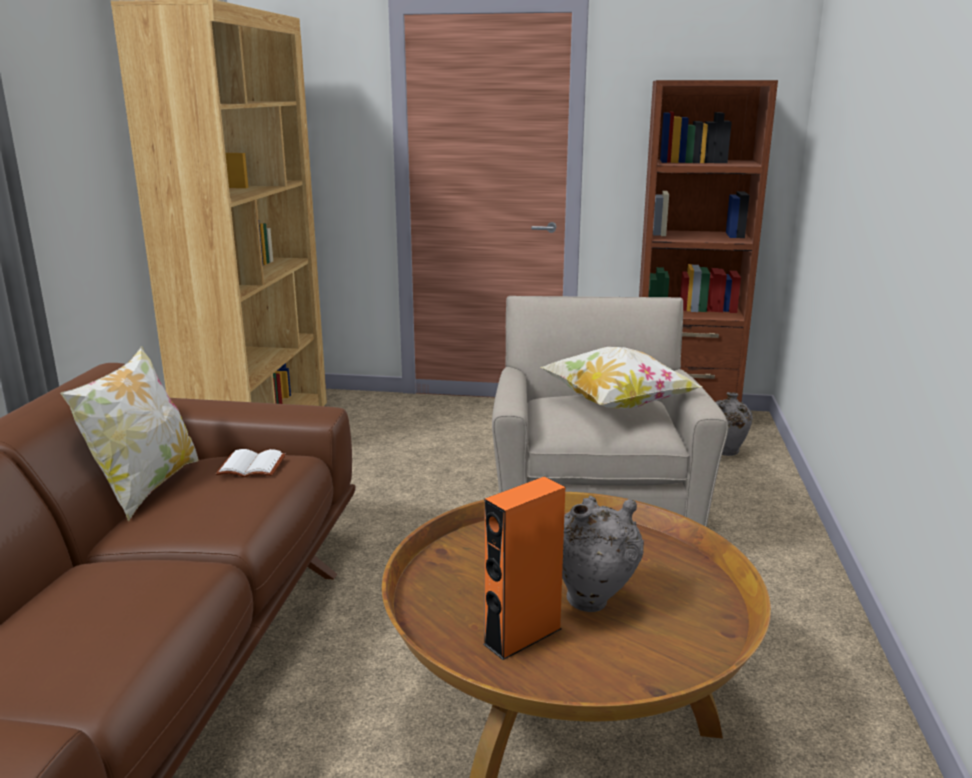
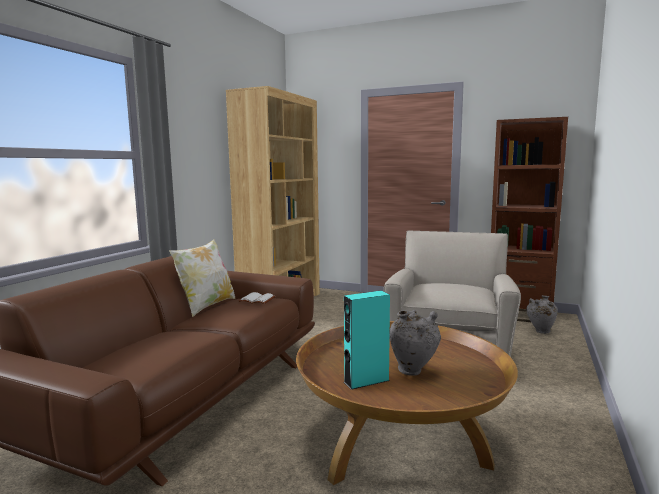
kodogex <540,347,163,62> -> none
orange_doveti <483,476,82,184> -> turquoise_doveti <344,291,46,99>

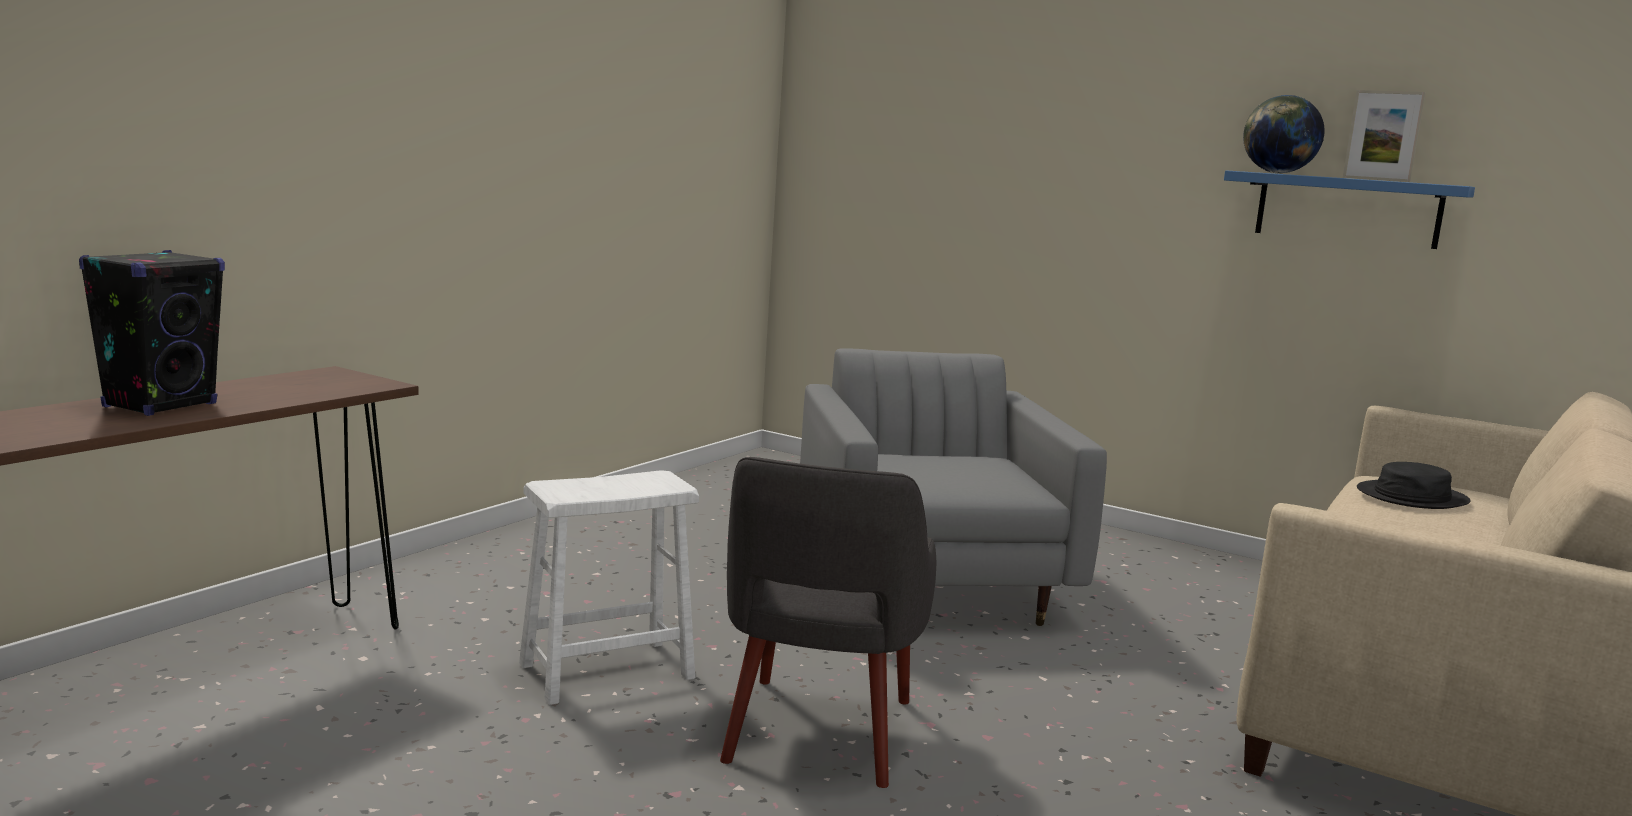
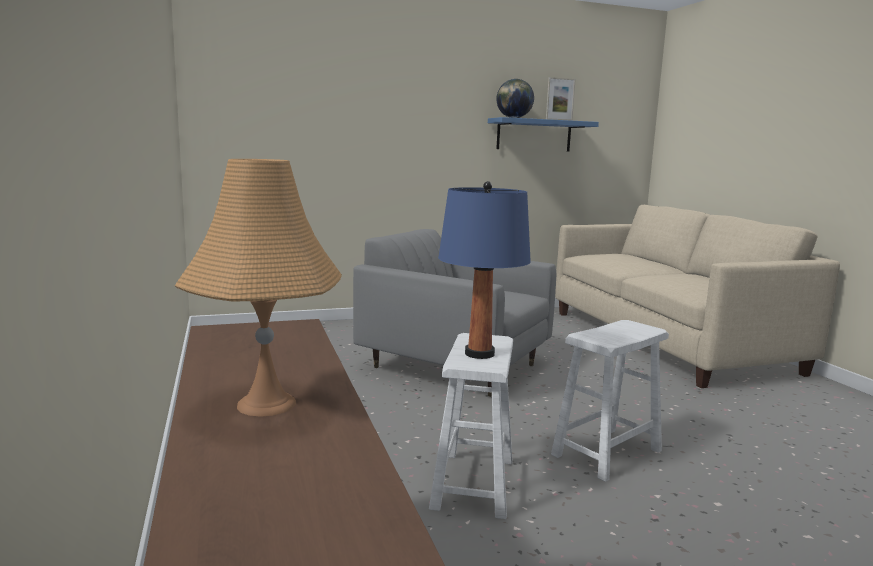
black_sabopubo <1357,462,114,47> -> none
none -> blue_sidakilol <438,181,93,178>
black_doveti <79,250,146,166> -> orange_sidakilol <175,159,167,258>
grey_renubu <720,457,216,331> -> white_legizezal <551,320,118,162>

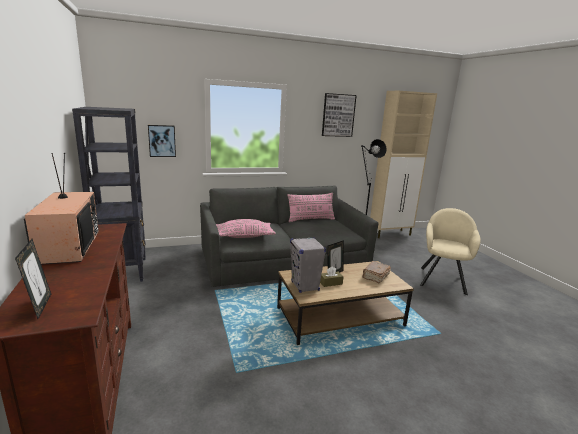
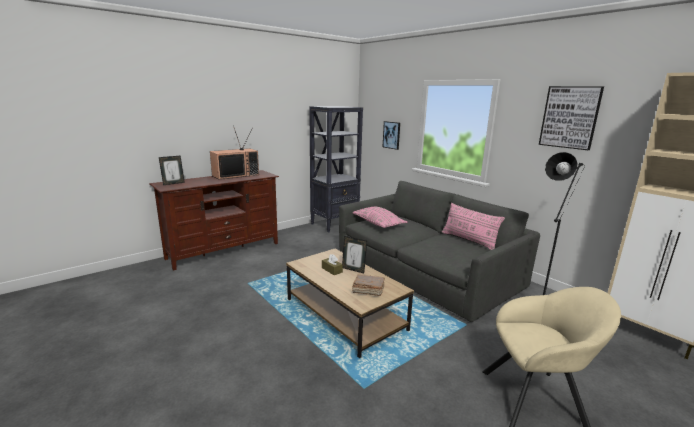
grey_doveti <290,237,36,56> -> none

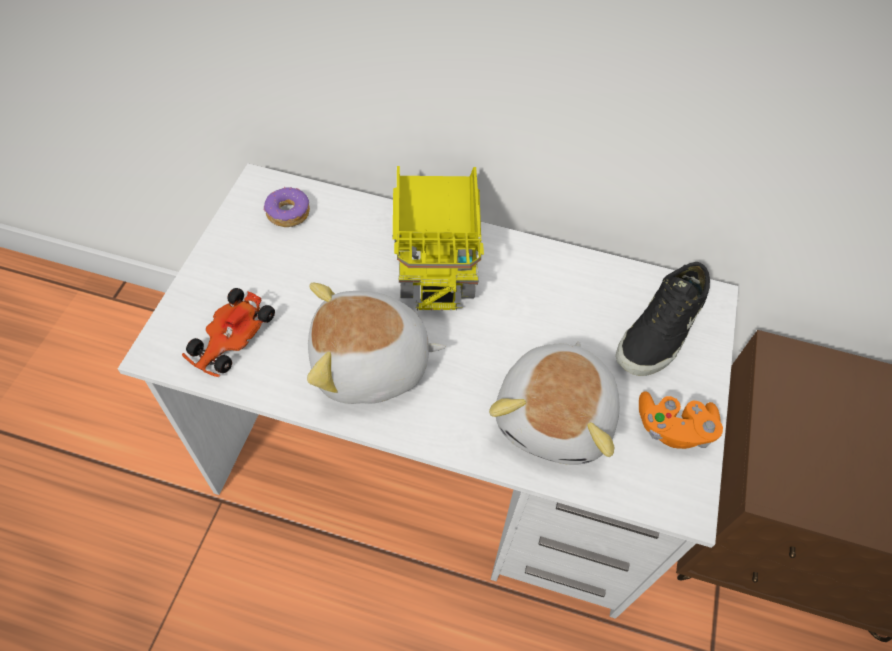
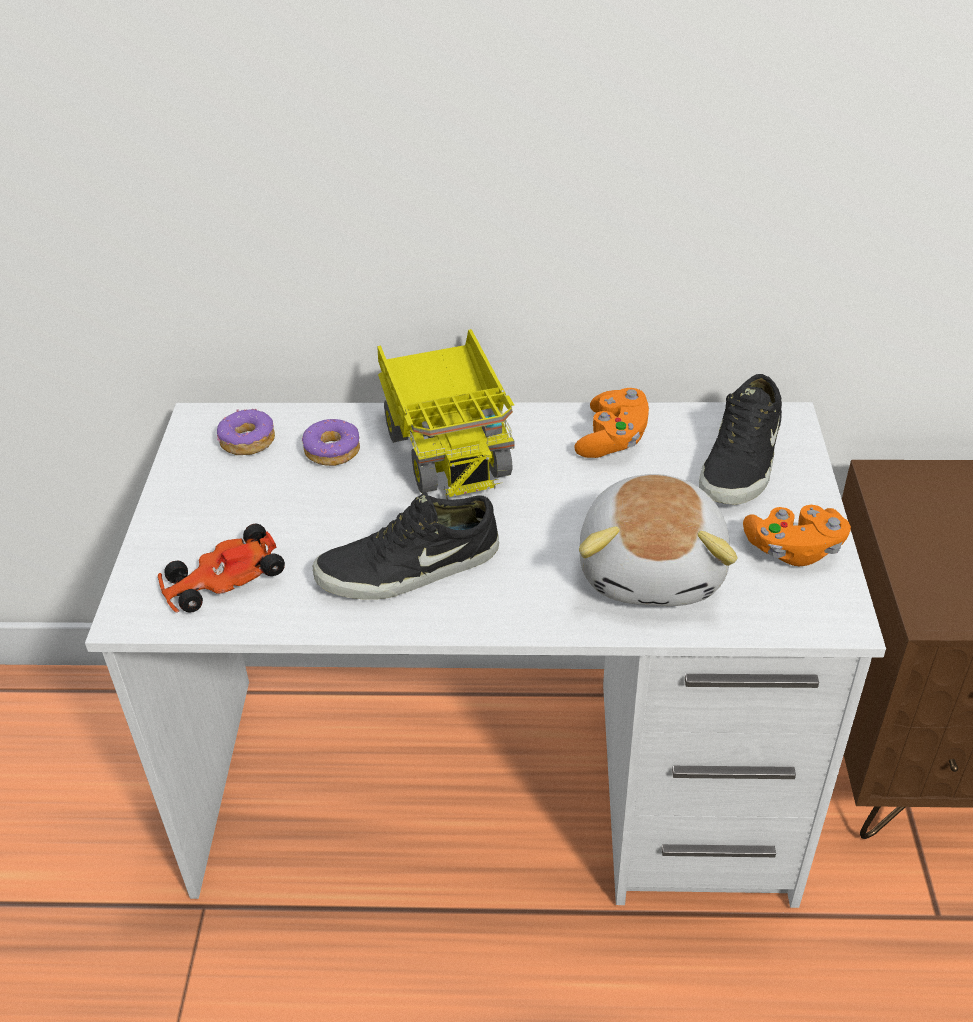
none -> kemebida <302,419,58,47>
none -> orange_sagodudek <574,388,75,70>
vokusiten <307,283,139,121> -> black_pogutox <313,492,186,107>
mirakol <182,288,93,89> -> mirakol <158,524,127,89>, 45 degrees clockwise

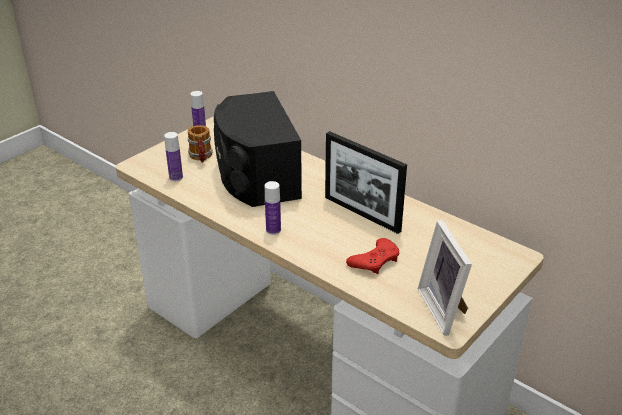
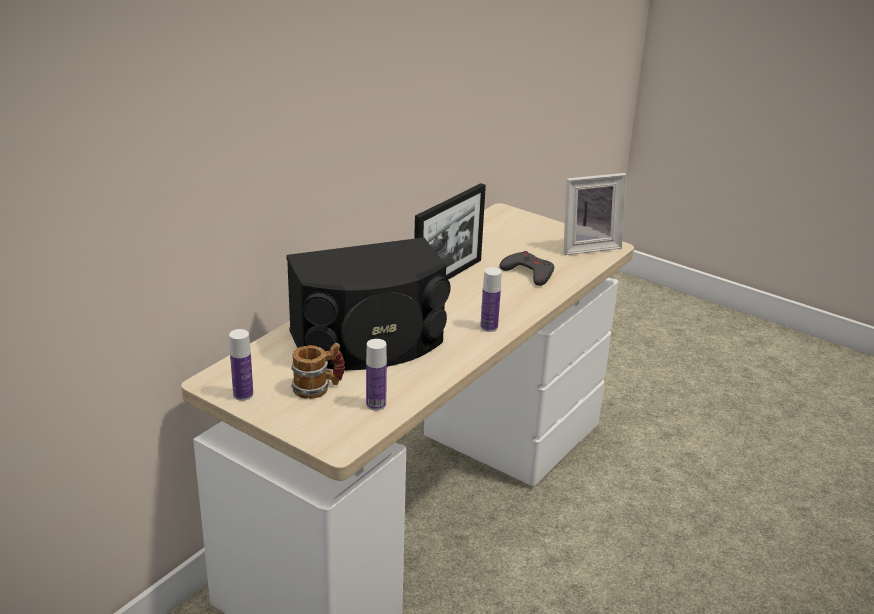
red_sagodudek <346,238,53,36> -> grey_sagodudek <499,251,55,35>

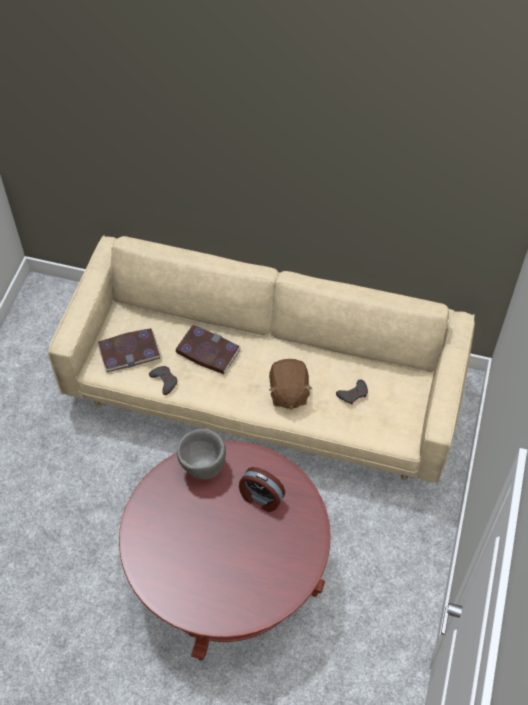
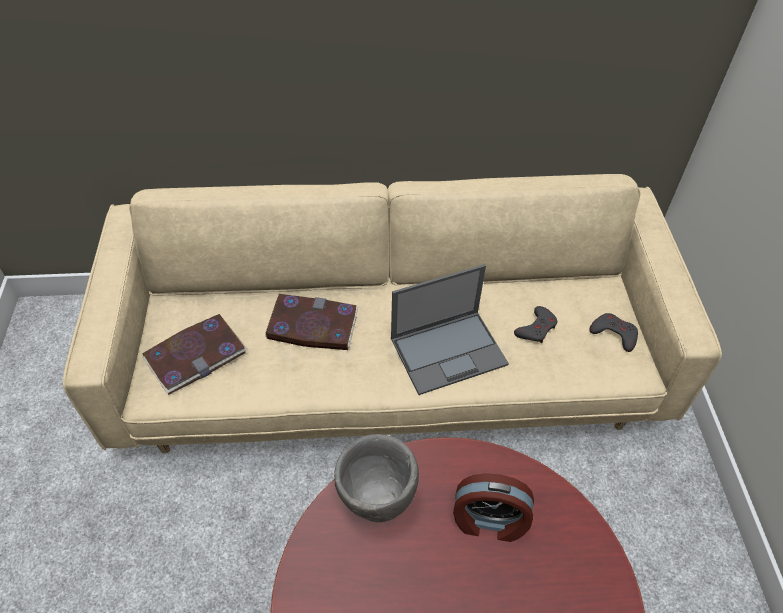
grey_sagodudek <149,366,29,29> -> grey_sagodudek <589,313,49,39>, moved
brown_vokusiten <269,359,43,51> -> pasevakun <391,264,118,131>

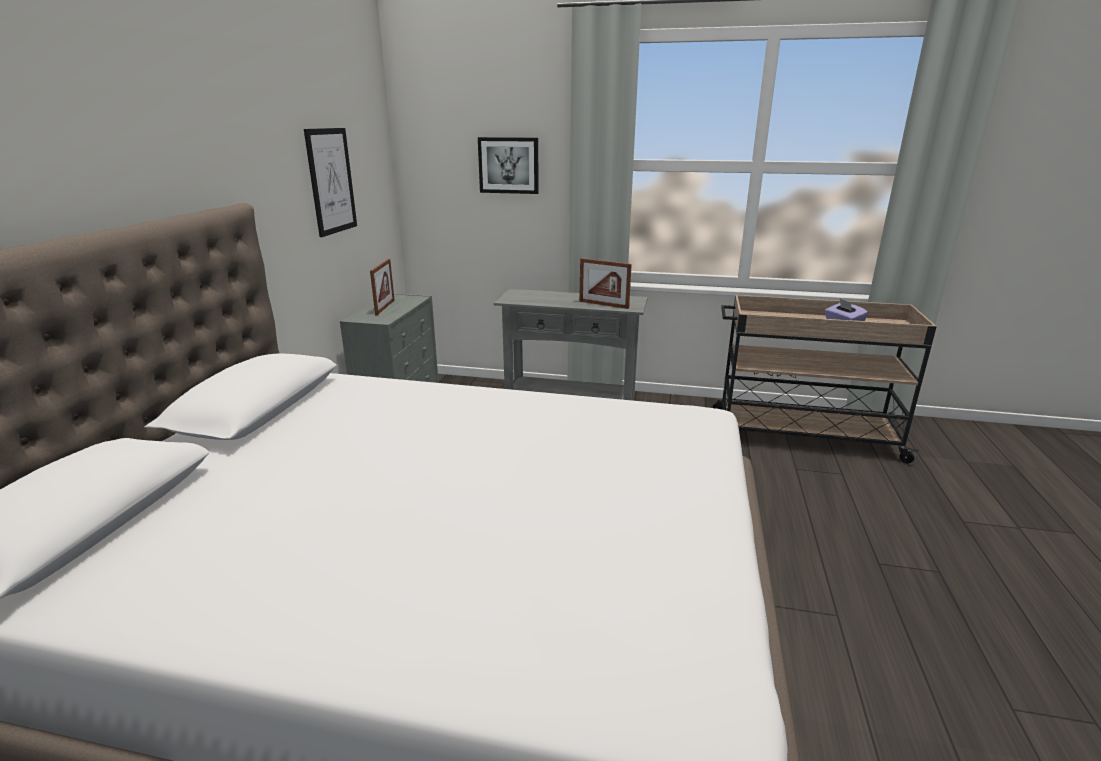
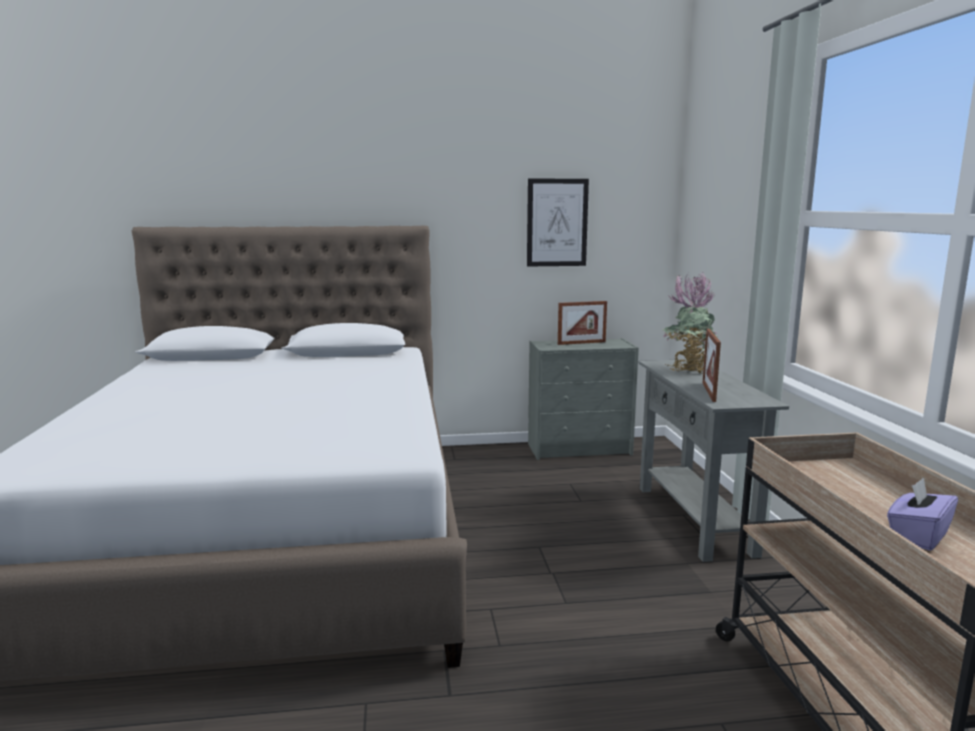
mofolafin <478,137,61,57> -> none
none -> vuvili <662,272,56,101>

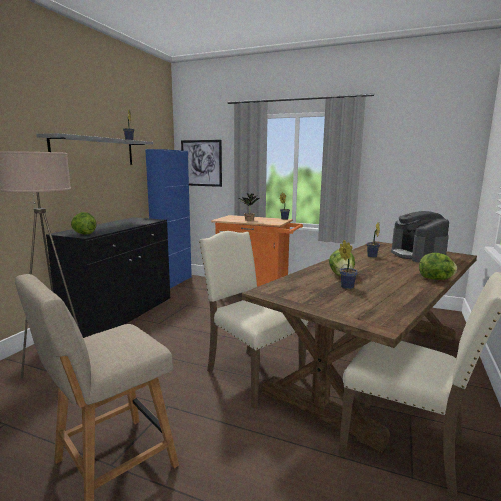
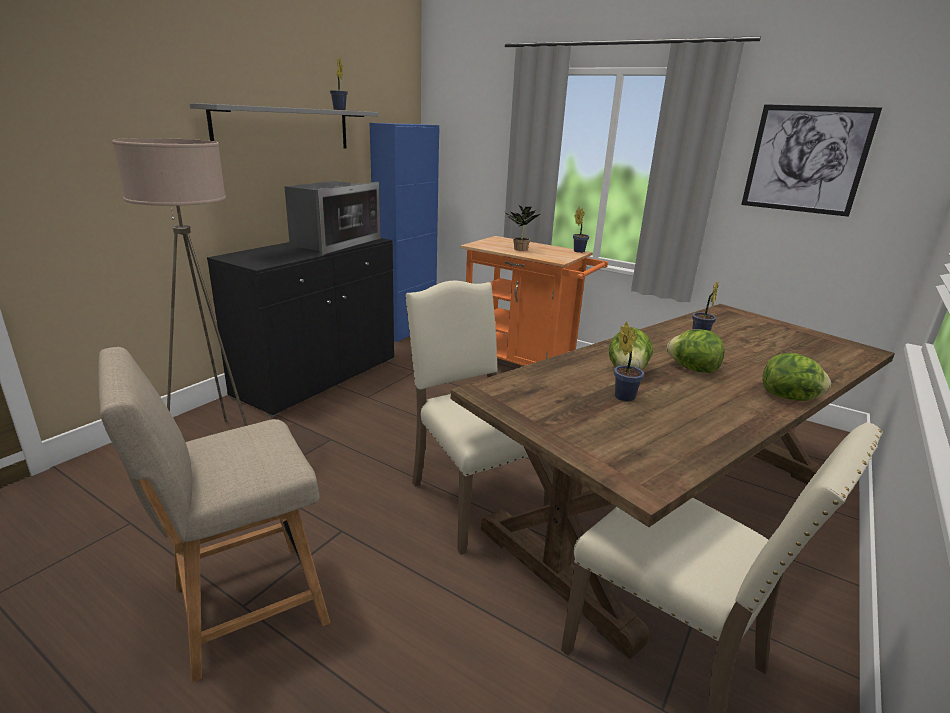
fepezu <391,211,58,52> -> none
none -> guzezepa <284,181,96,74>
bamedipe <71,212,26,22> -> bamedipe <667,329,58,44>, moved
mofolafin <181,140,41,47> -> mofolafin <741,104,141,113>, moved

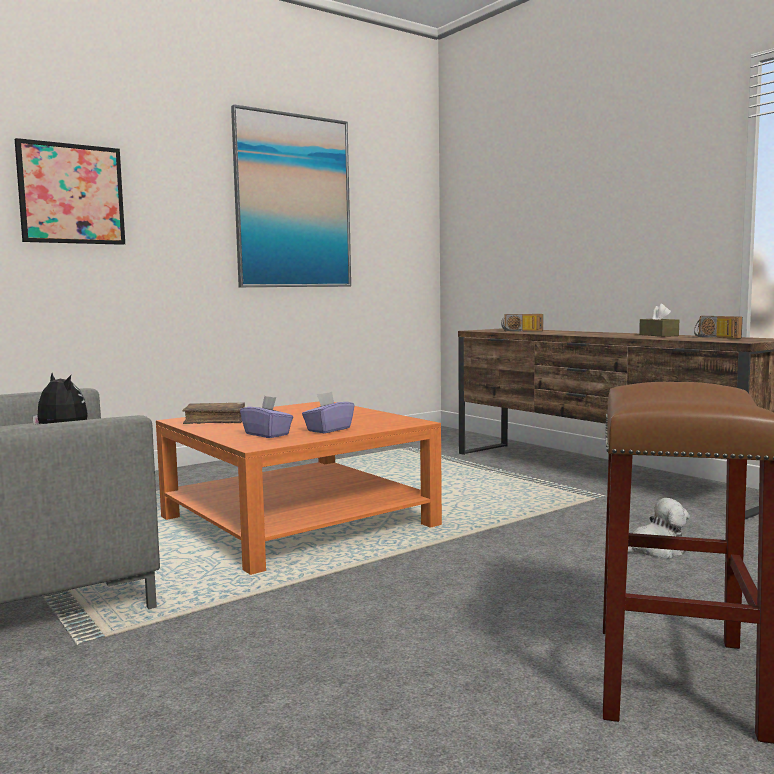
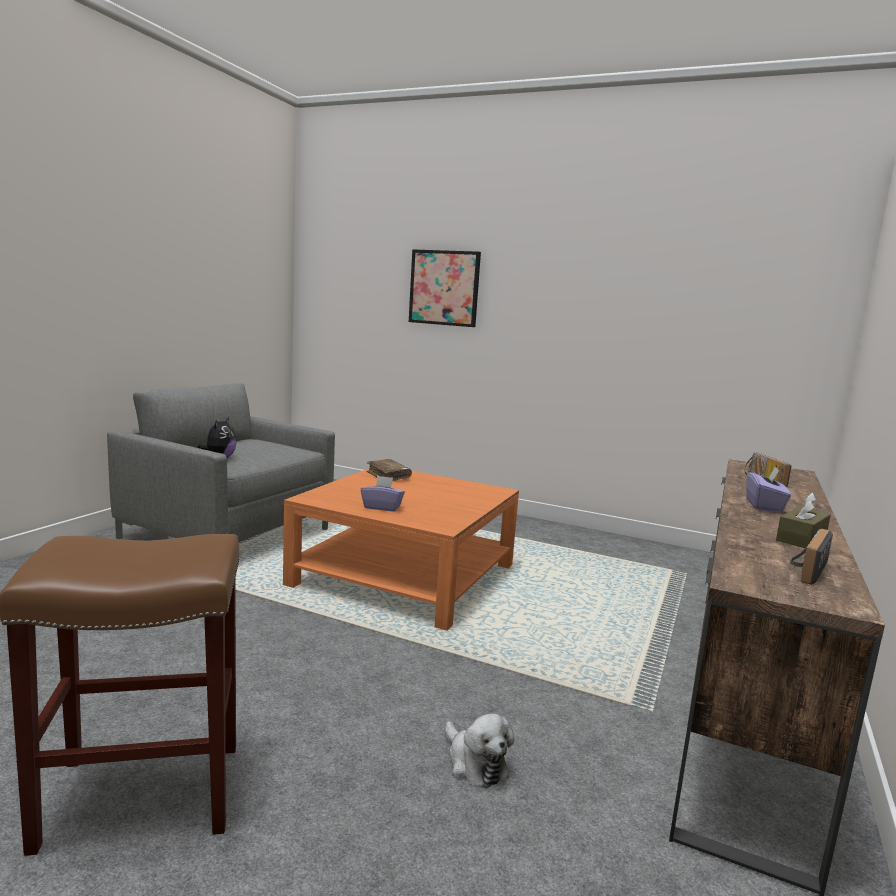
mofolafin <231,104,120,183> -> none
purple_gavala <240,396,53,42> -> purple_gavala <746,466,45,47>, moved

